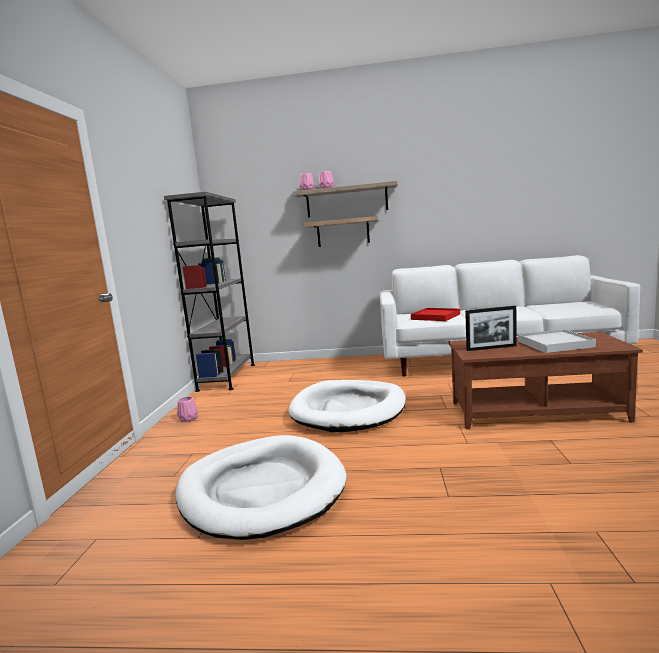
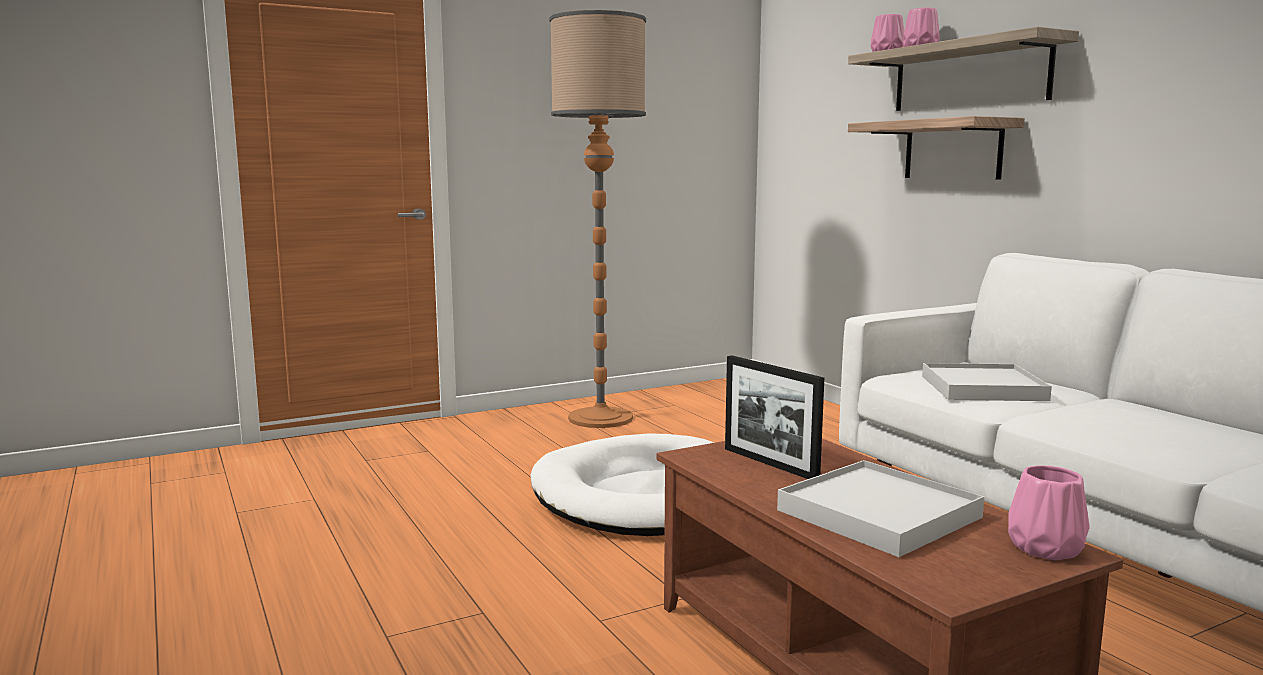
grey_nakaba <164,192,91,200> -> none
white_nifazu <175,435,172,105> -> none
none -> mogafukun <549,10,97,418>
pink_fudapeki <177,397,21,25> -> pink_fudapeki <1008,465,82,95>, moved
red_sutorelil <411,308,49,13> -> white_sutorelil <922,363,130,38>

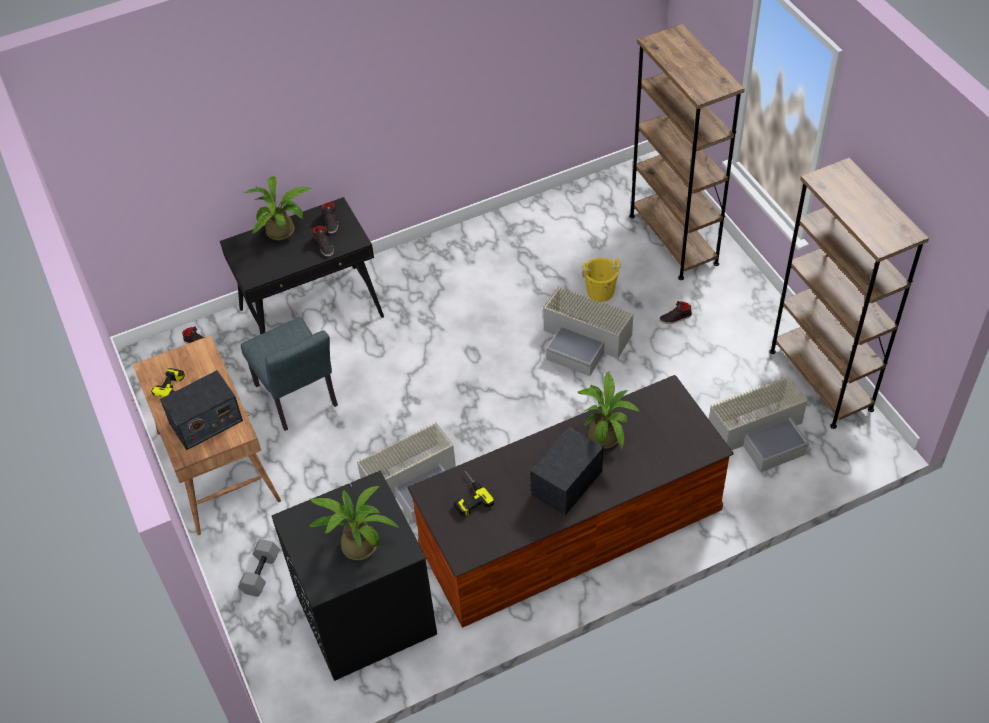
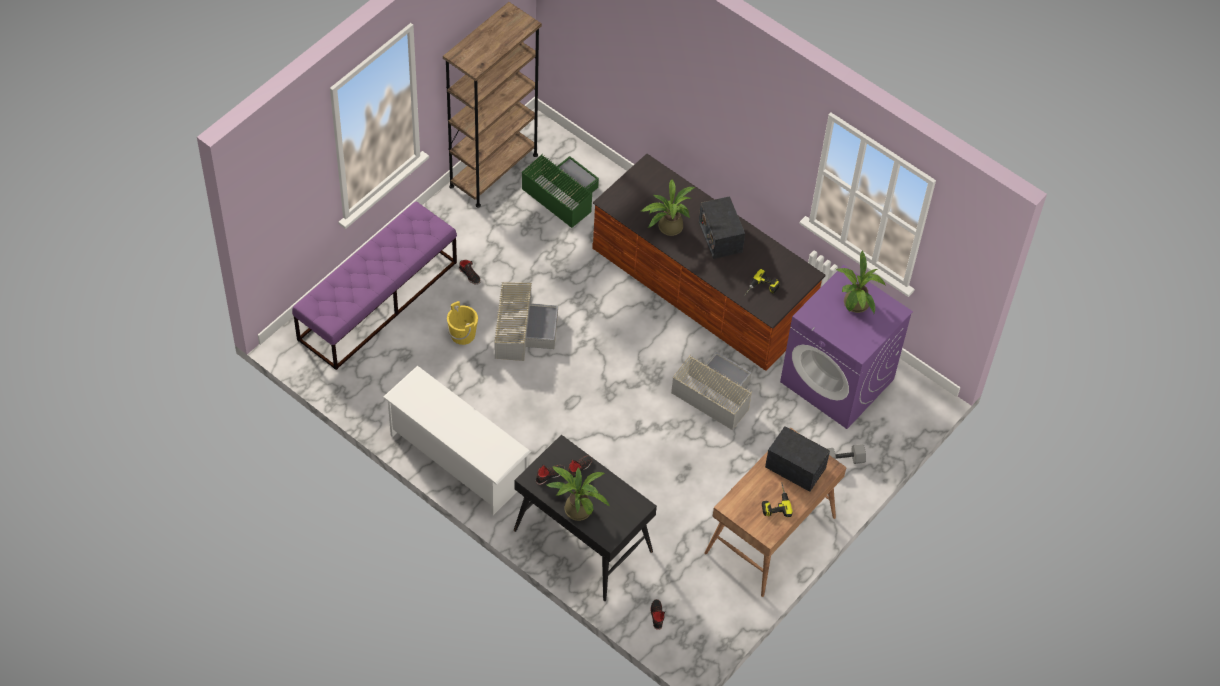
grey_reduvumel <241,317,97,114> -> none
none -> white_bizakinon <383,366,148,149>
brown_nakaba <629,24,116,256> -> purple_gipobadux <292,201,165,169>
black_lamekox <271,470,166,211> -> purple_lamekox <780,265,133,164>
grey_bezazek <709,376,100,96> -> green_bezazek <522,154,77,74>
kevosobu <531,427,72,88> -> kevosobu <699,196,46,63>, 60 degrees clockwise

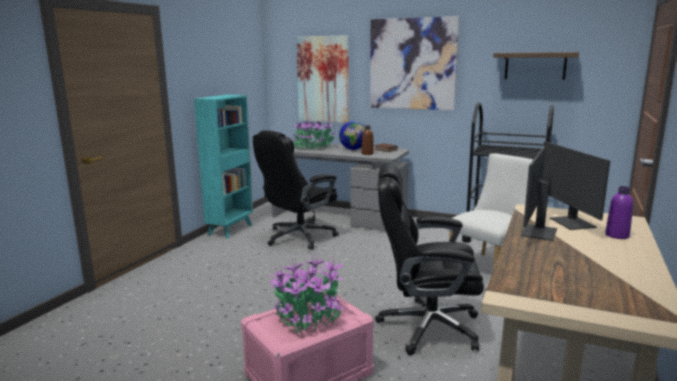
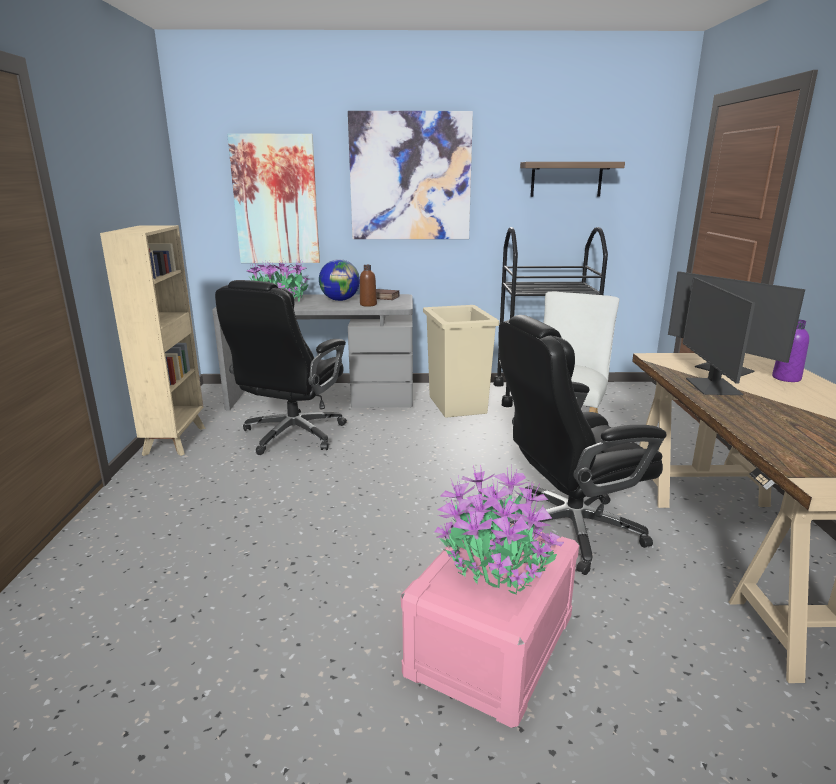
none -> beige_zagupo <423,305,76,113>
turquoise_nakaba <194,95,59,144> -> beige_nakaba <100,225,105,231>

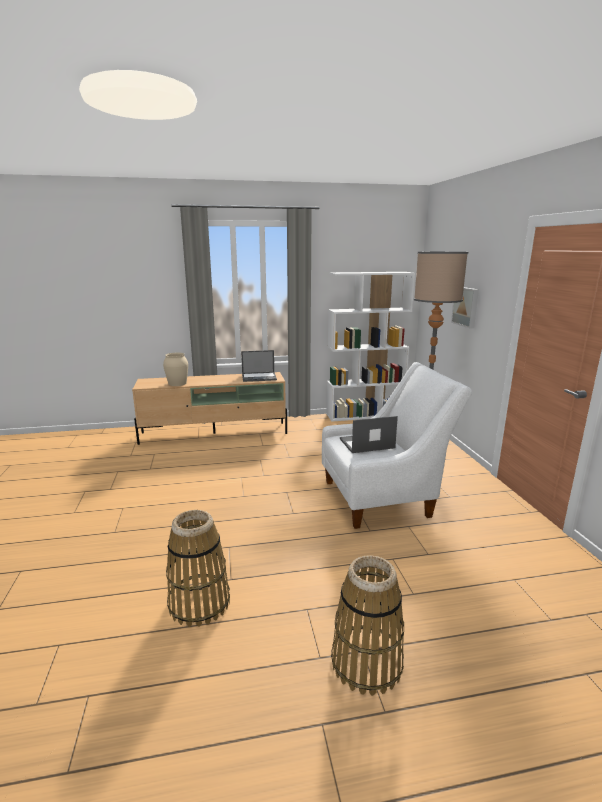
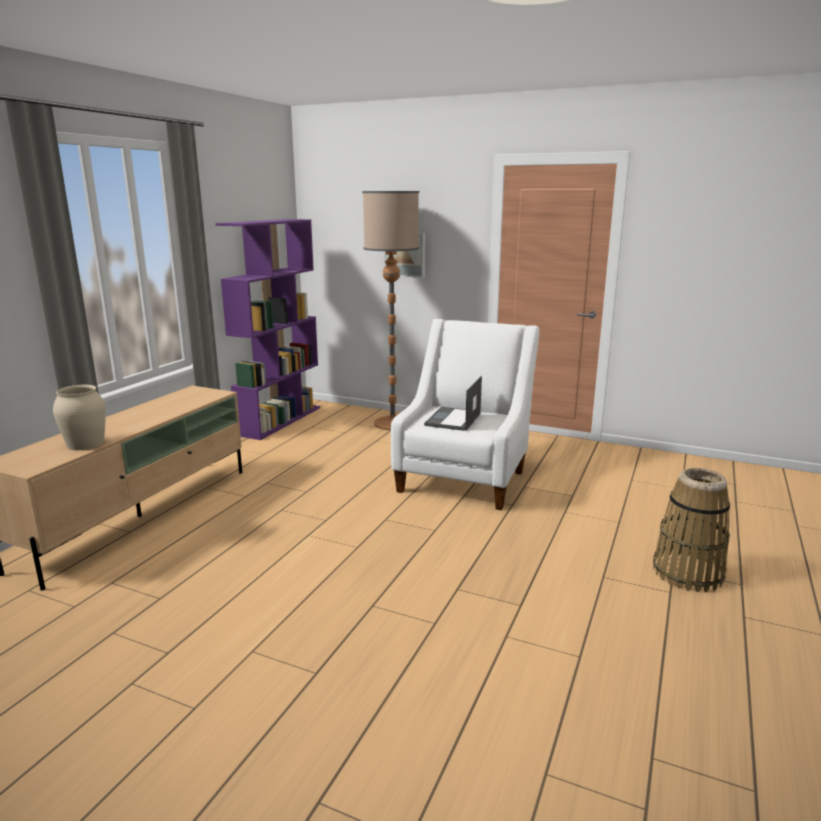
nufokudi <166,510,64,117> -> none
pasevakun <241,350,36,32> -> none
white_nakaba <326,272,89,149> -> purple_nakaba <215,219,105,221>

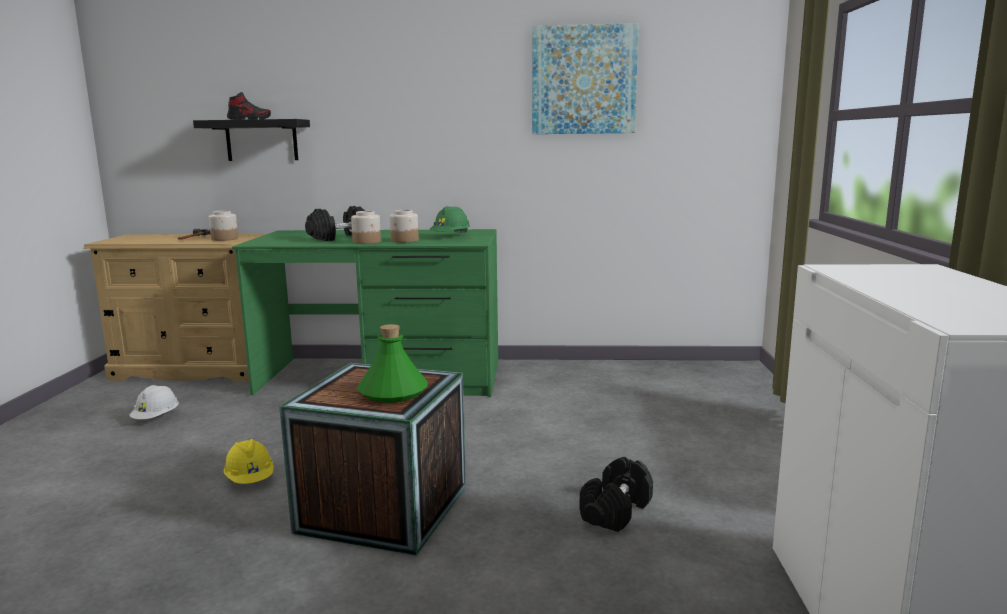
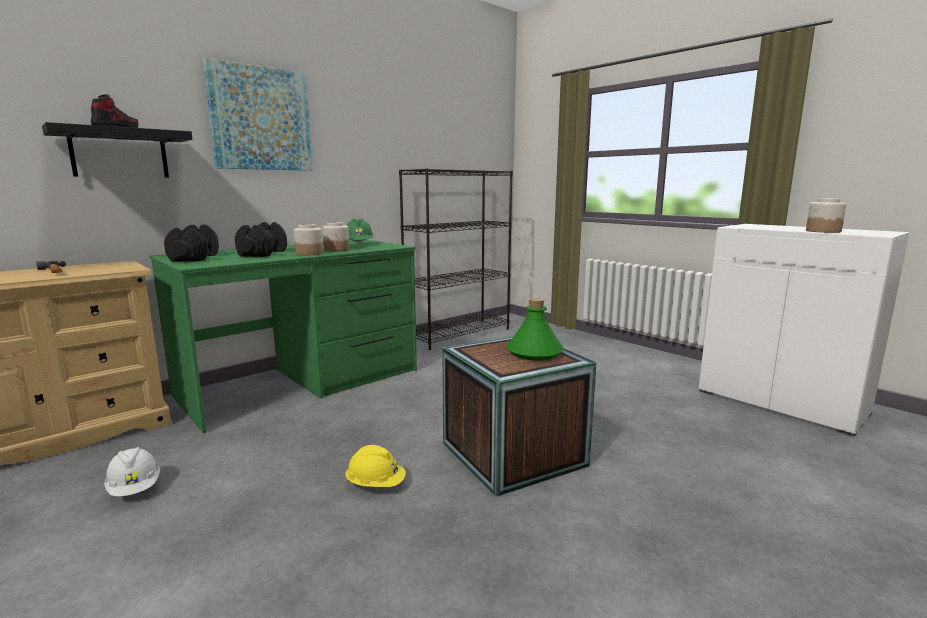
none -> black_nakaba <399,168,114,182>
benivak <209,210,29,31> -> benivak <806,198,40,35>, moved
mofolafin <532,23,107,111> -> mofolafin <203,57,110,114>, moved
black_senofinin <579,457,74,75> -> black_senofinin <164,224,55,38>, moved

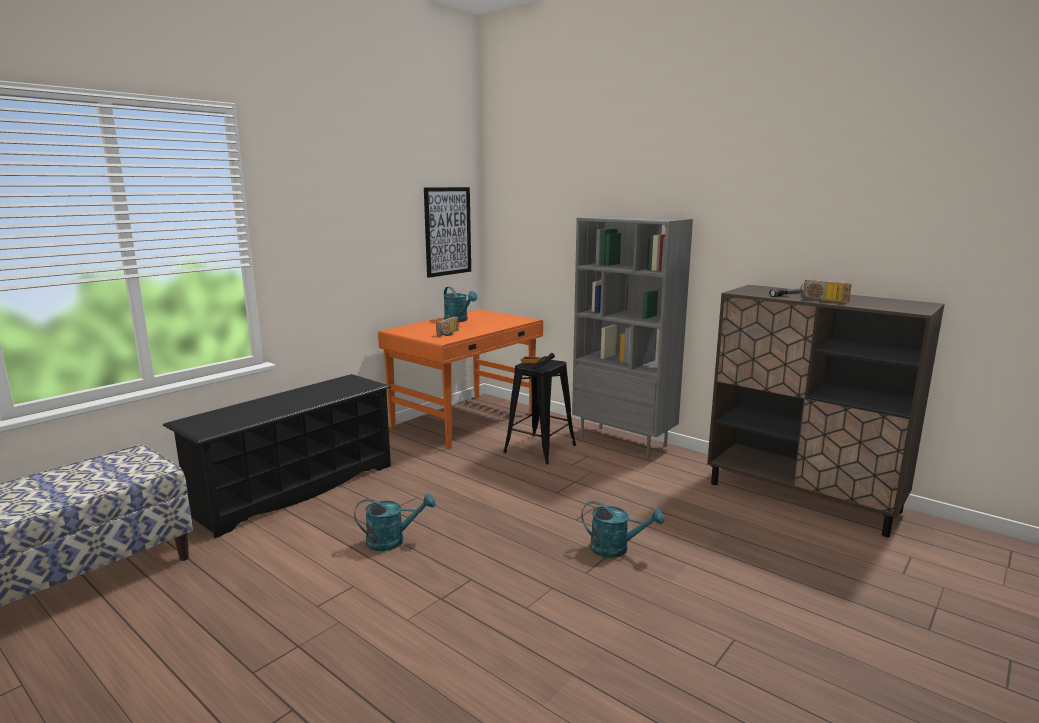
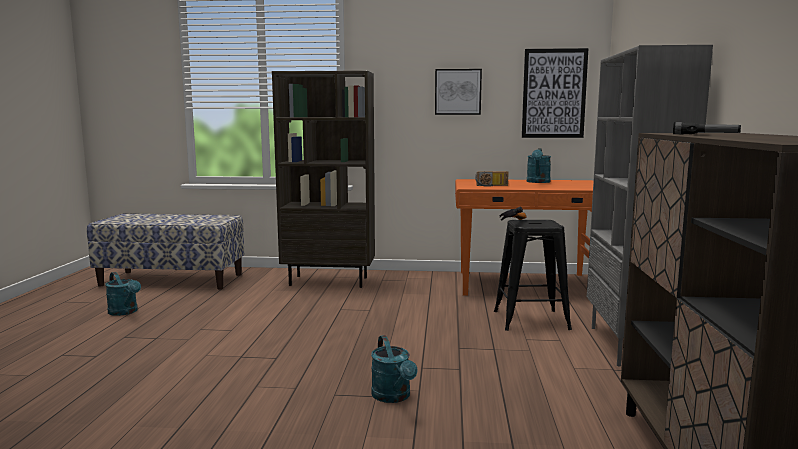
kevosobu <800,279,52,24> -> none
none -> mofolafin <435,69,47,46>
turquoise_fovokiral <354,493,82,58> -> turquoise_fovokiral <105,272,36,44>, moved
black_bizakinon <163,374,228,164> -> brown_nakaba <272,70,103,218>

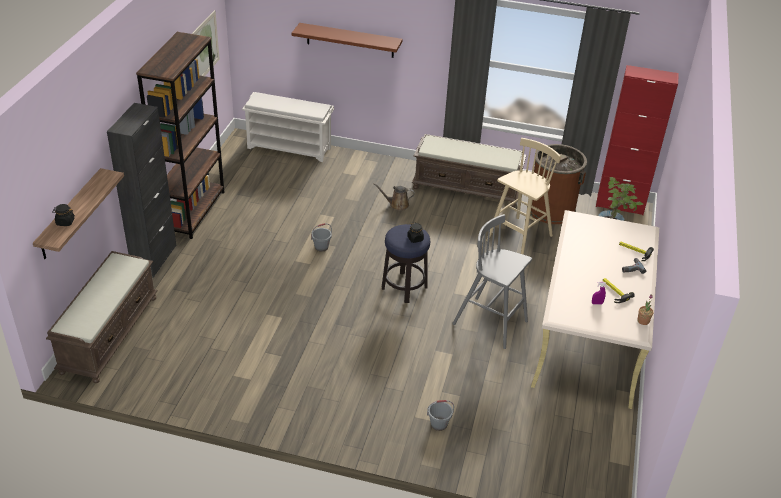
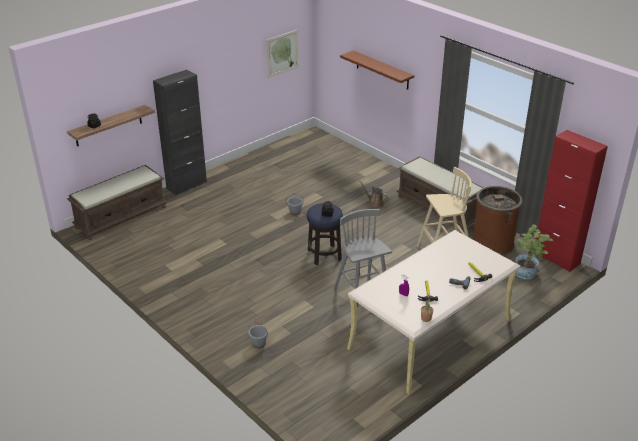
brown_nakaba <136,32,89,207> -> none
white_bizakinon <242,92,92,70> -> none

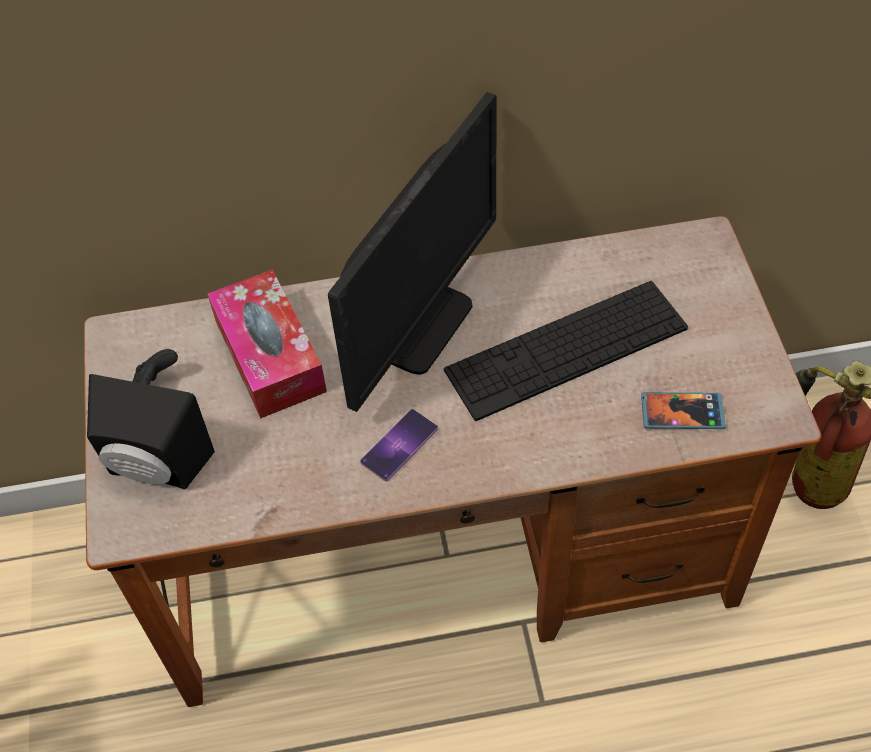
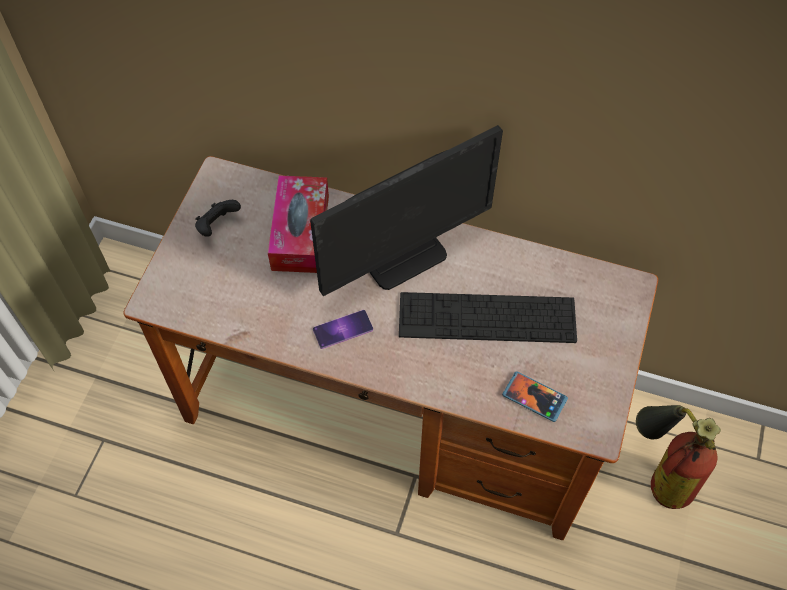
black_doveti <87,374,128,116> -> none

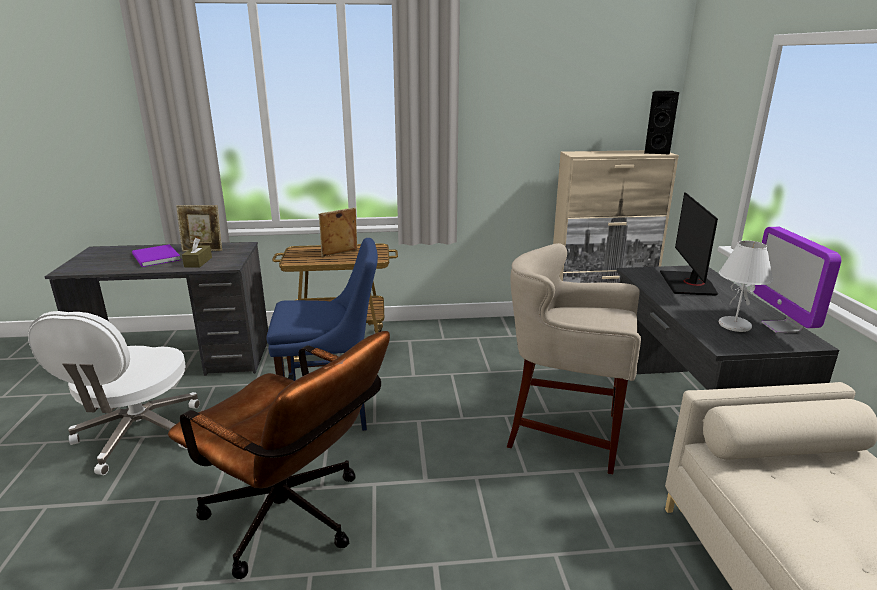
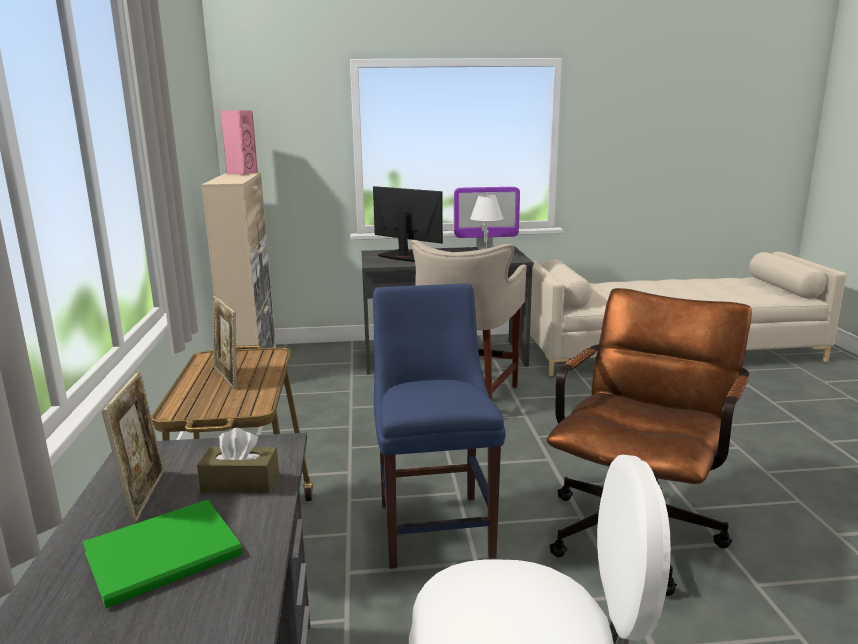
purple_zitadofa <132,244,49,23> -> green_zitadofa <83,500,160,109>
black_doveti <644,91,35,63> -> pink_doveti <220,110,38,65>
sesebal <660,192,58,104> -> sesebal <373,186,70,76>, 150 degrees counterclockwise

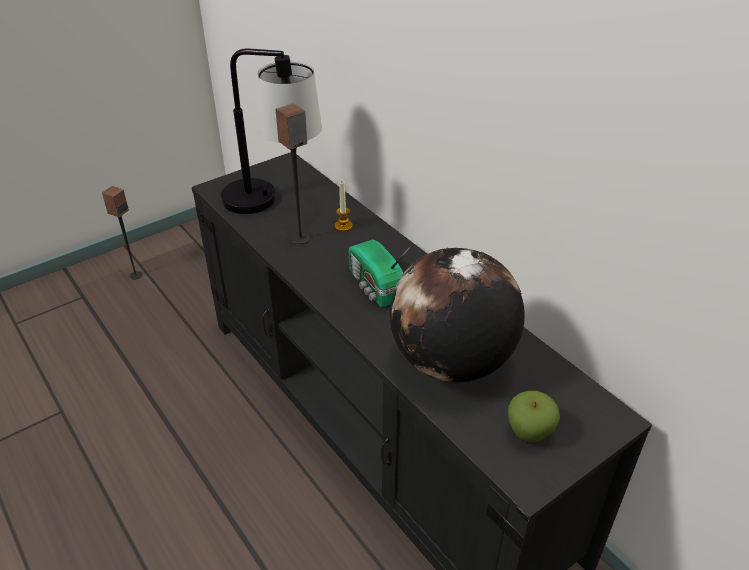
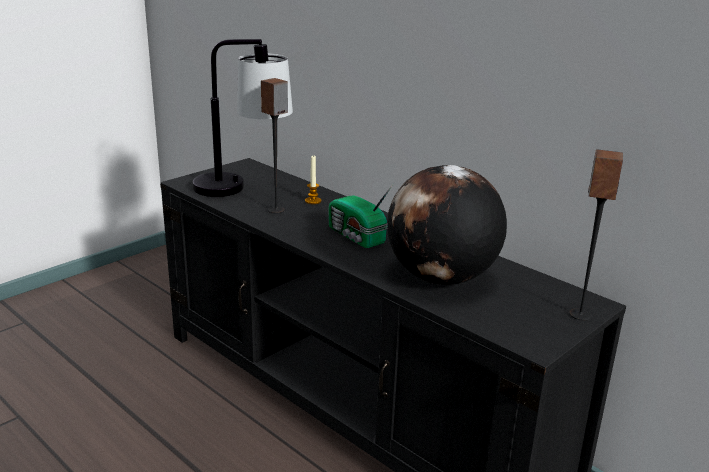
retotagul <508,391,52,51> -> none
doveti <102,186,41,94> -> doveti <569,149,54,171>, moved

